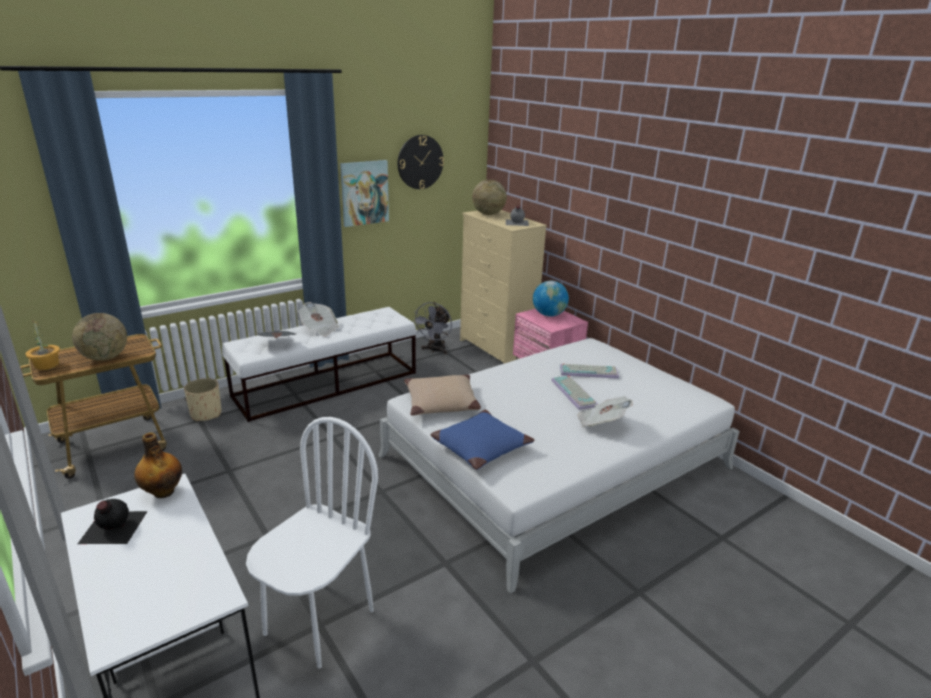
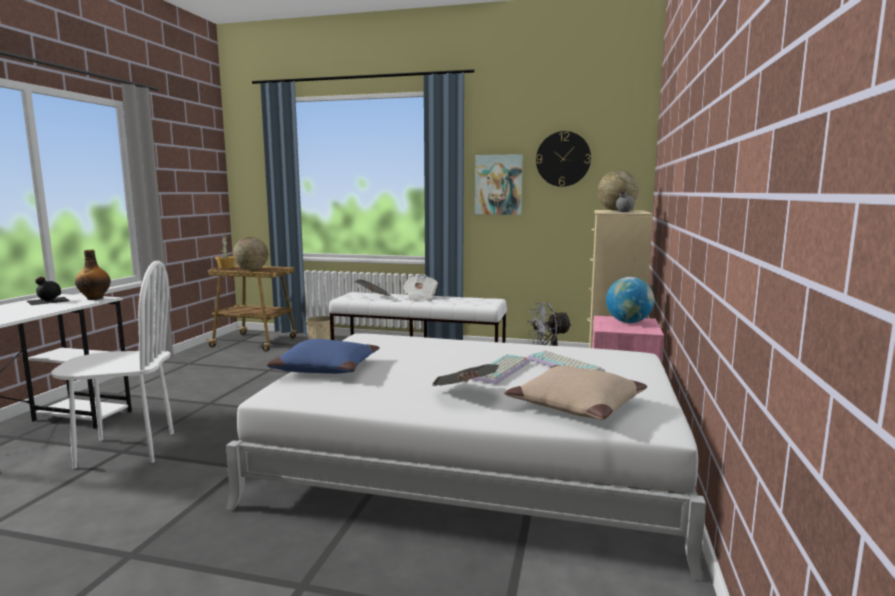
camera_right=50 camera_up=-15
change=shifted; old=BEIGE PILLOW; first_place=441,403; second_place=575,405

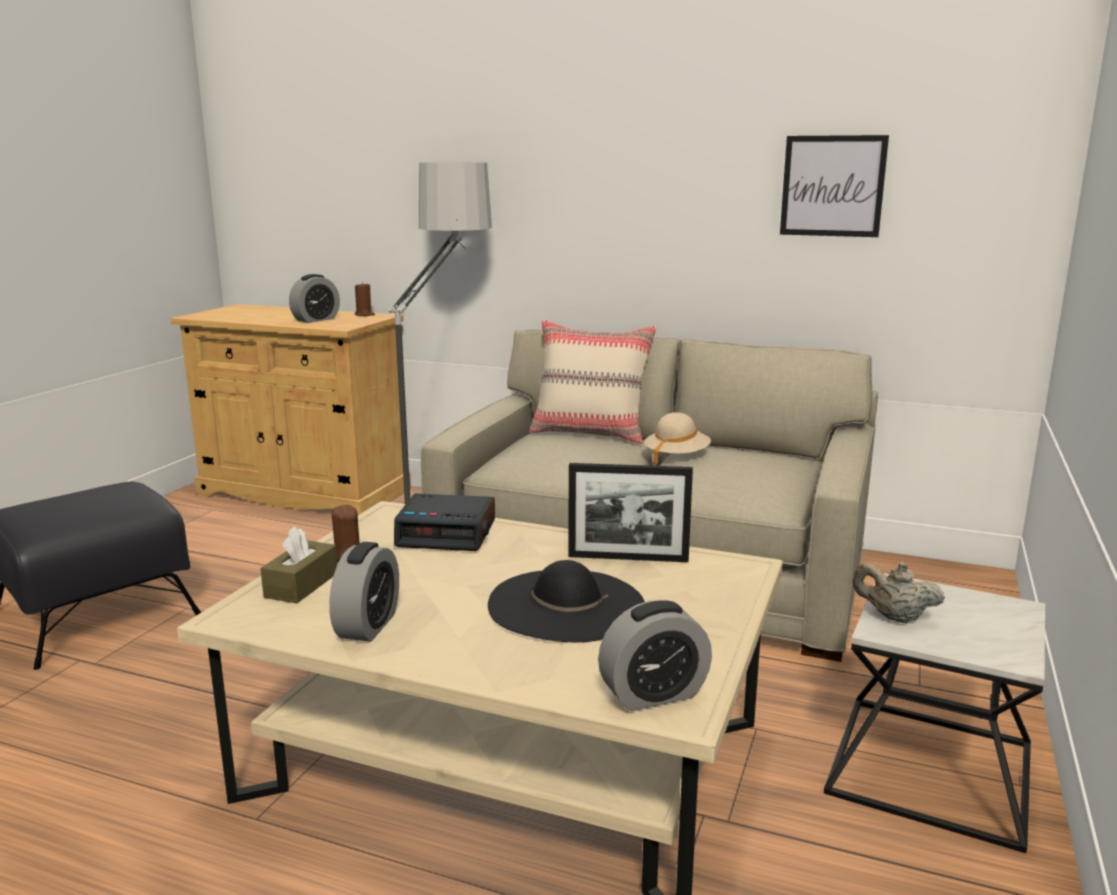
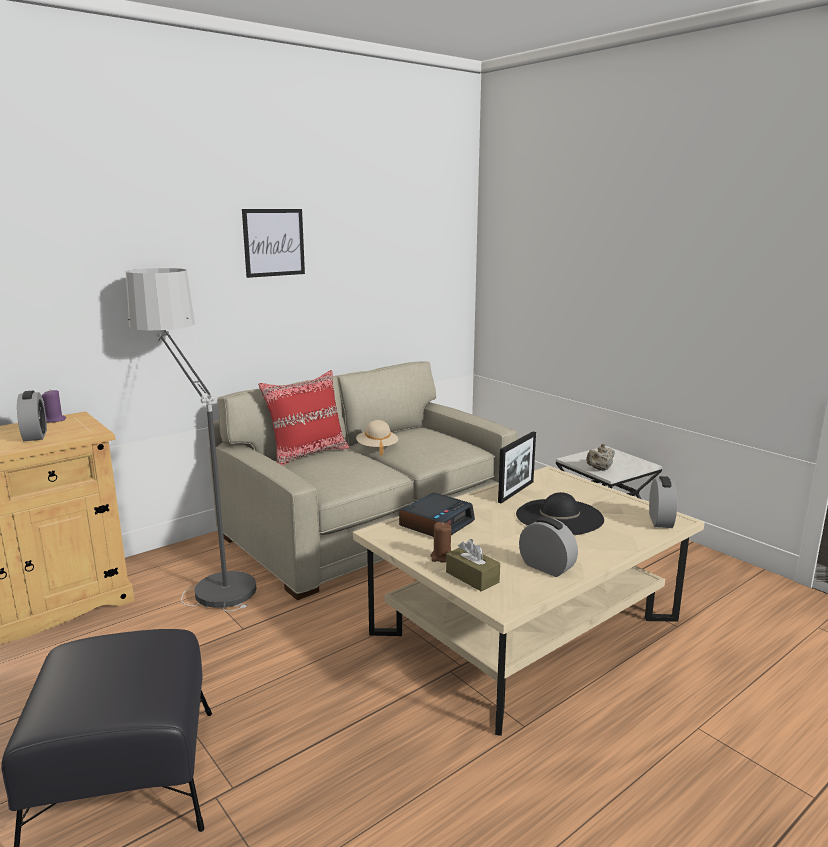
camera_right=-60 camera_up=0
change=repainted; old=BROWN WAX CANDLE; new=PURPLE WAX CANDLE; first_place=364,315; second_place=55,420
change=repainted; old=BEIGE PILLOW; new=REDDISH PILLOW; first_place=590,433; second_place=308,454
change=shifted; old=WALL ART; first_place=832,186; second_place=274,242

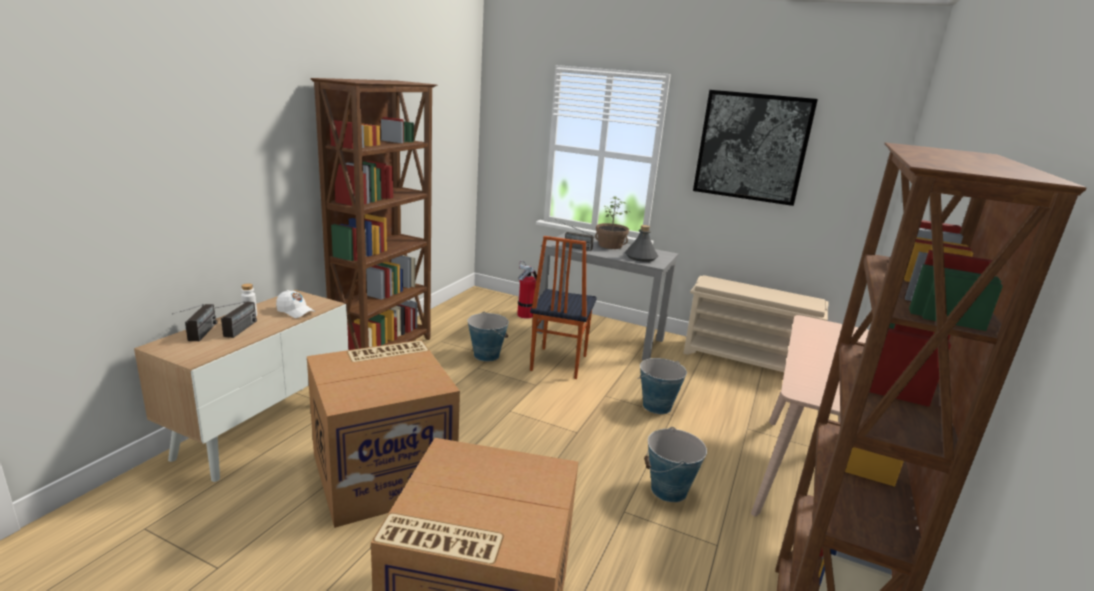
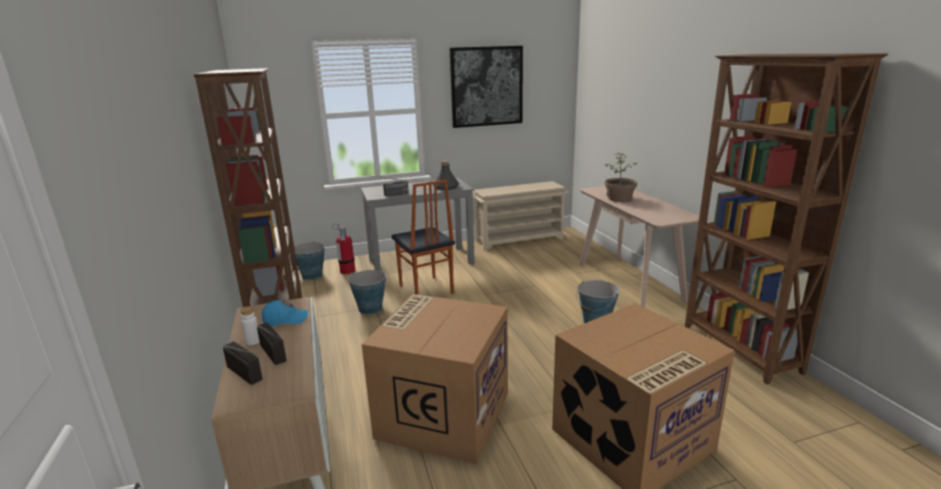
camera_right=-40 camera_up=0
change=repainted; old=WHITE PEAKED CAP; new=BLUE PEAKED CAP; first_place=295,311; second_place=286,320
change=shifted; old=HOUSEPLANT; first_place=610,245; second_place=619,199
change=shifted; old=BUCKET; first_place=656,406; second_place=312,275

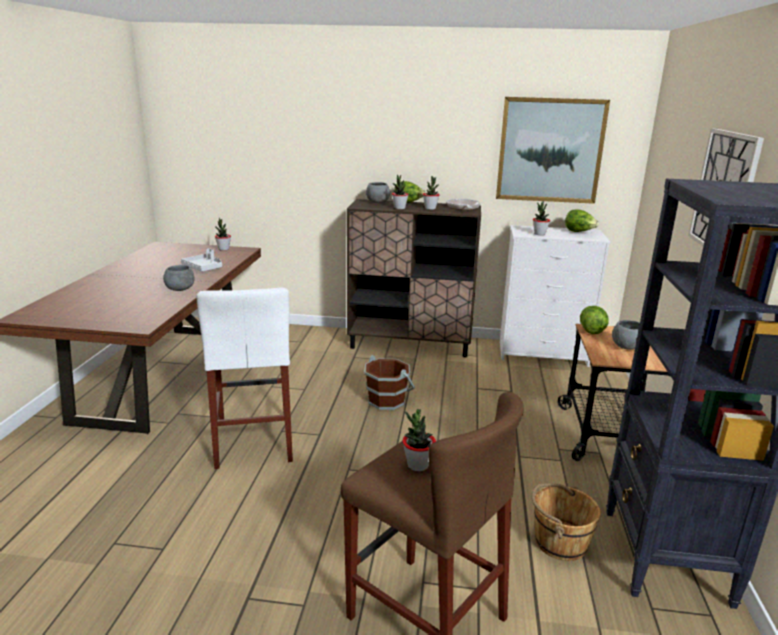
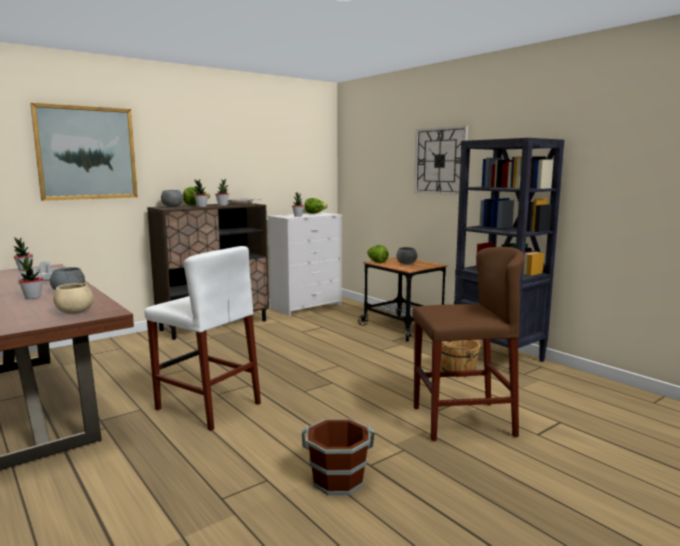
camera_right=-45 camera_up=-10
change=shifted; old=BROWN BUCKET; first_place=387,400; second_place=337,479
change=shifted; old=HOUSEPLANT; first_place=417,465; second_place=32,297
change=shifted; old=WALL ART; first_place=550,150; second_place=86,153
change=new; new=BEIGE BOWL; second_place=75,312

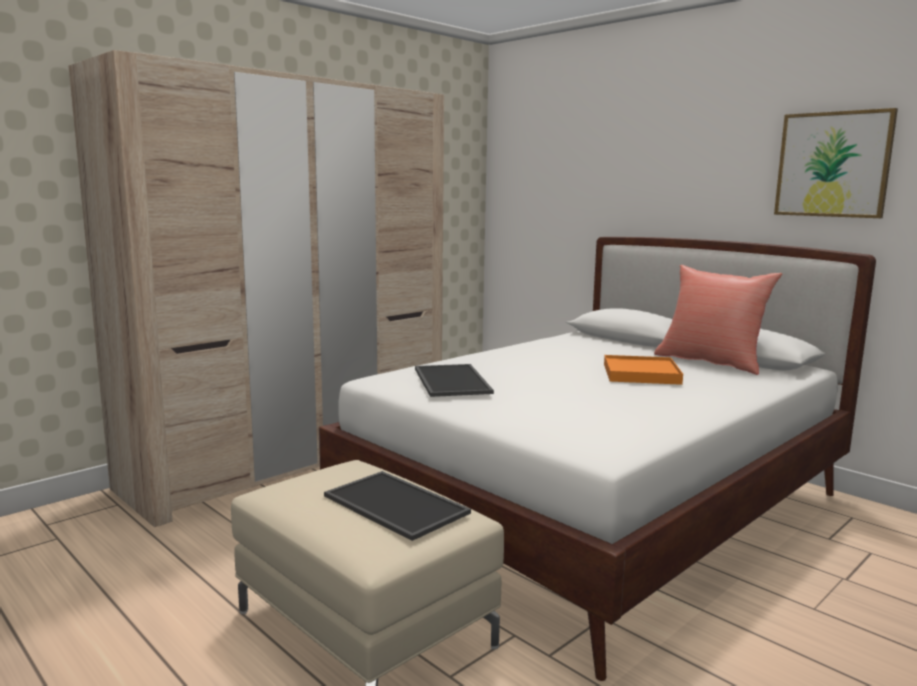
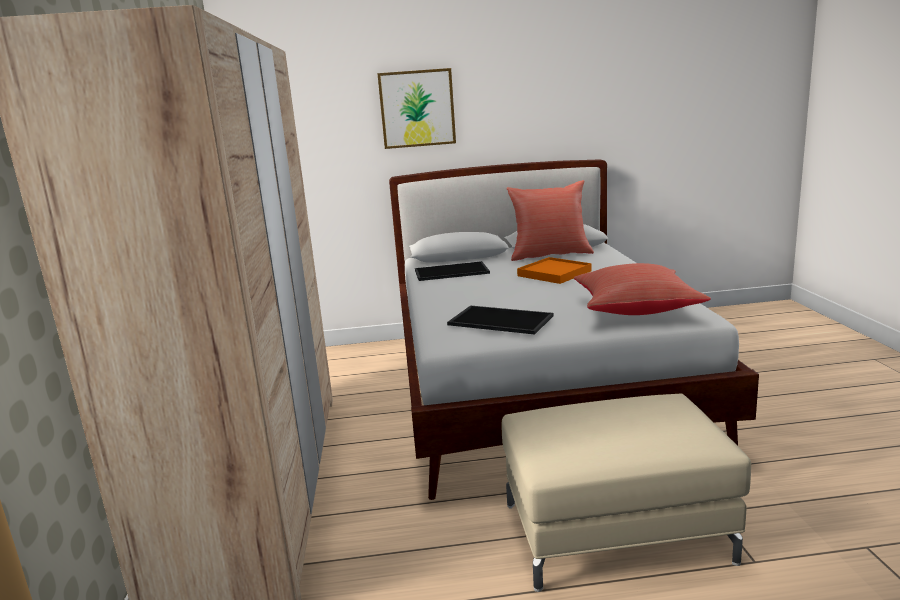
camera_right=-50 camera_up=5
change=shifted; old=TRAY; first_place=393,505; second_place=451,272
change=shifted; old=WALL ART; first_place=833,164; second_place=417,108
change=new; new=REDDISH PILLOW; second_place=635,309

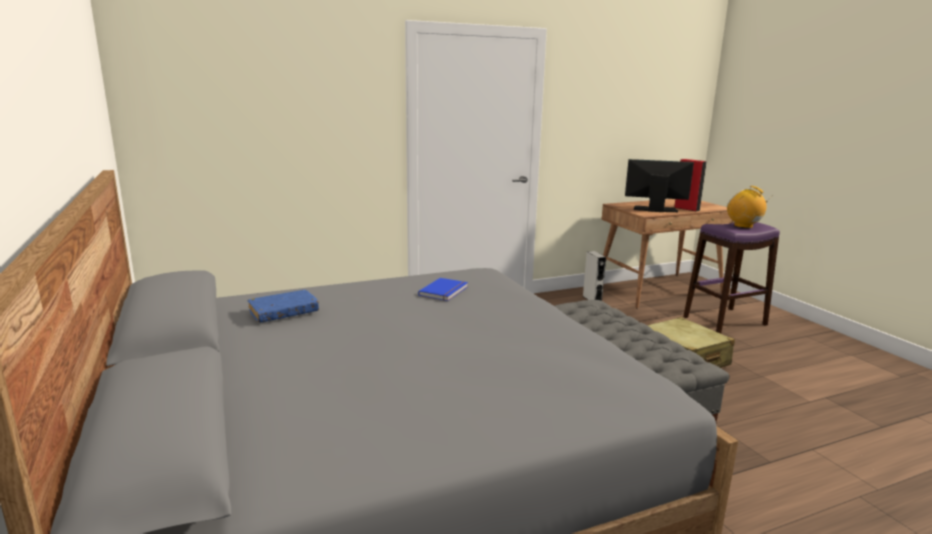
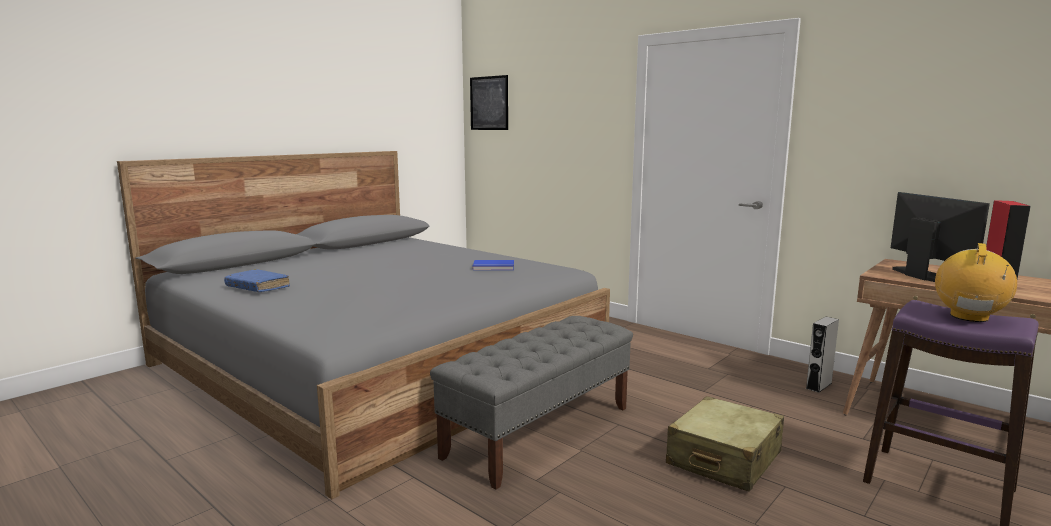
camera_right=65 camera_up=-5
change=shifted; old=BLUE VOLUME; first_place=284,313; second_place=257,287
change=new; new=WALL ART; second_place=489,103

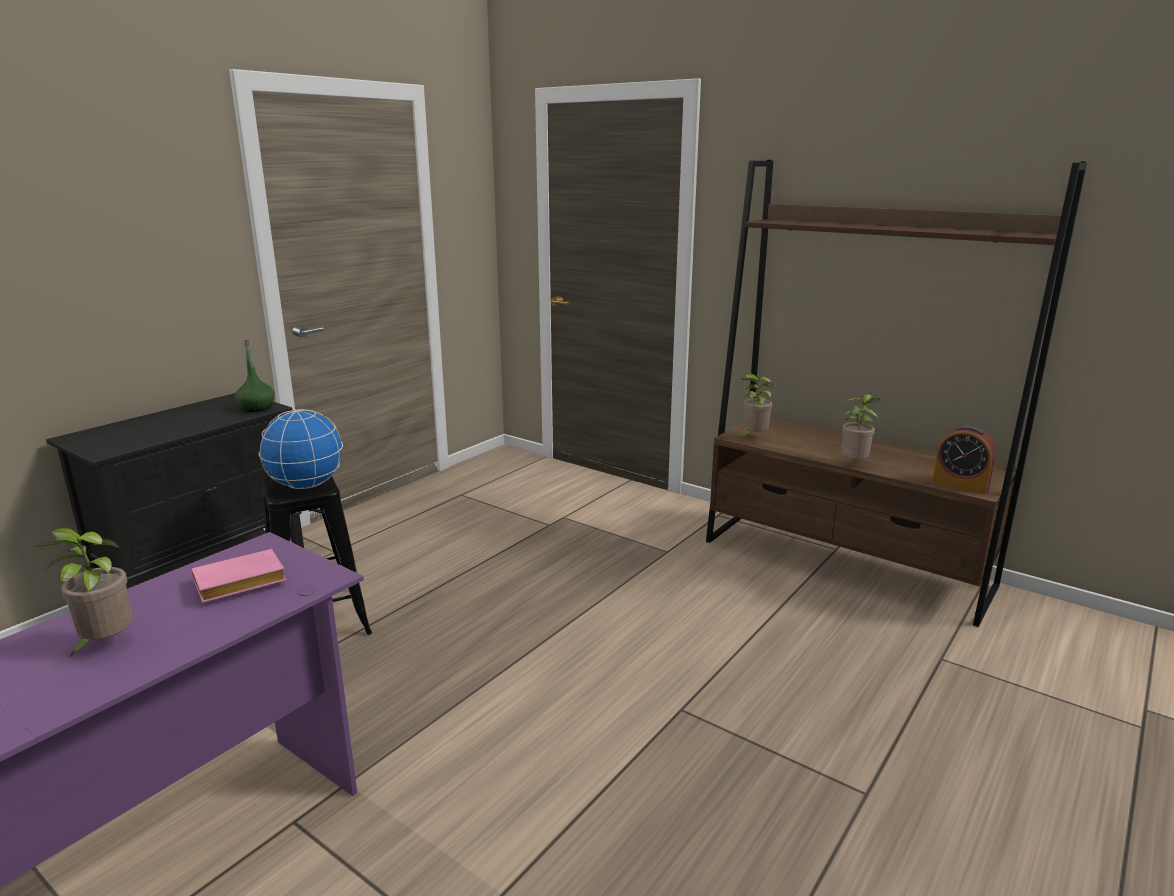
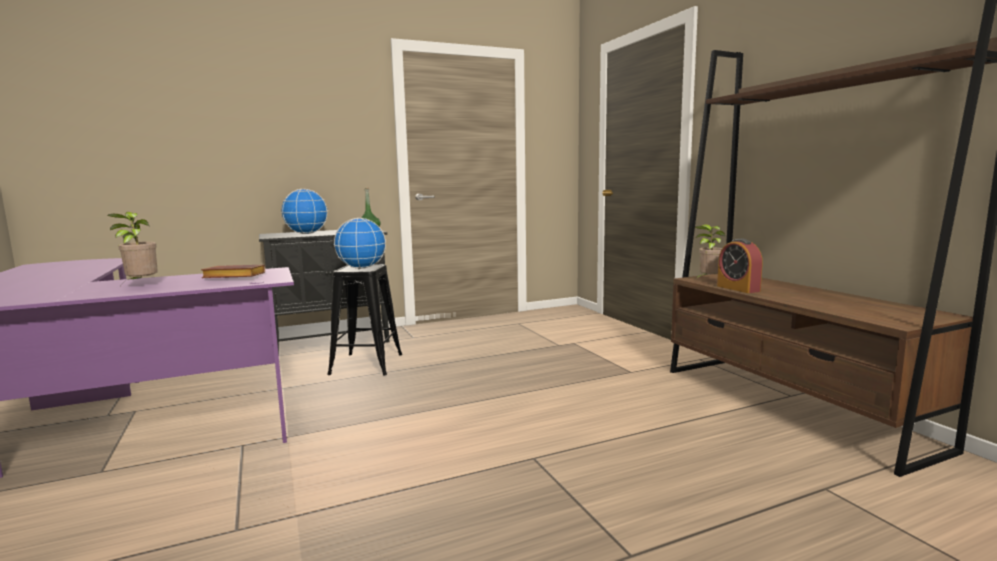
camera_right=30 camera_up=-10
change=repainted; old=PINKISH VOLUME; new=BROWN VOLUME; first_place=238,584; second_place=232,277
change=gone; old=HOUSEPLANT; first_place=855,464
change=shifted; old=BEDSIDE CLOCK; first_place=960,485; second_place=738,288
change=new; new=WORLD GLOBE; second_place=306,234

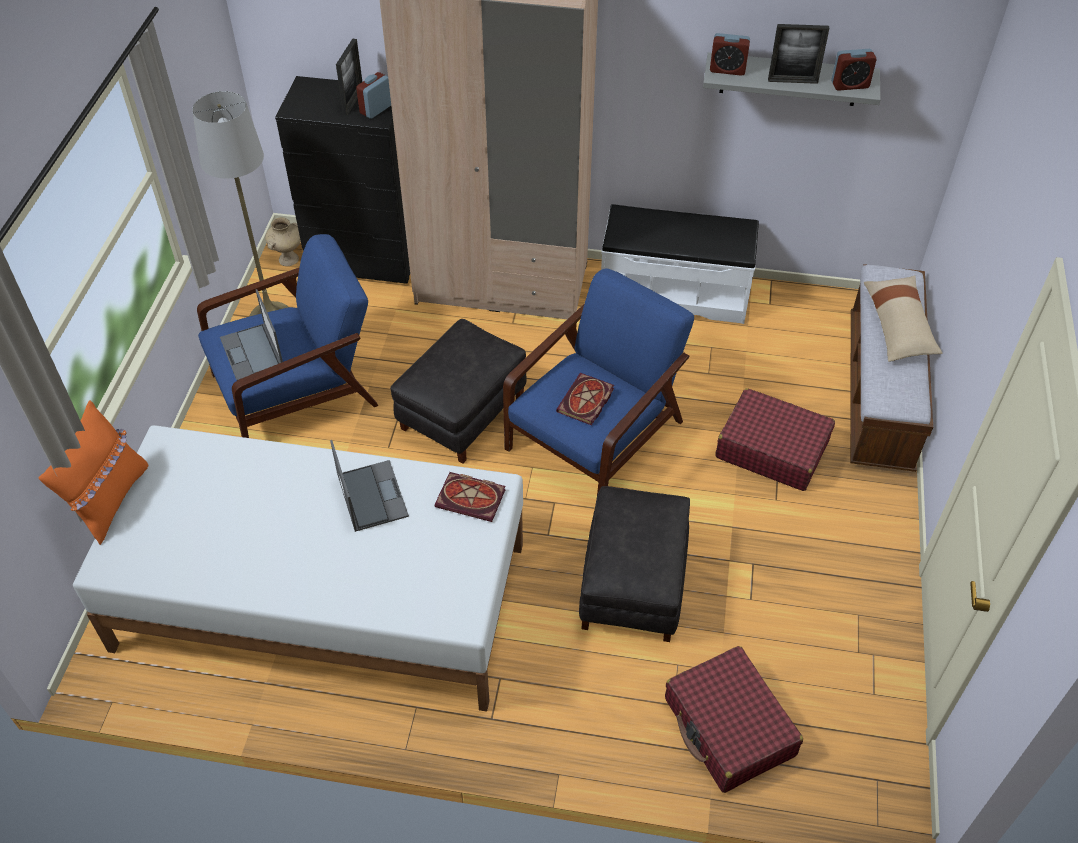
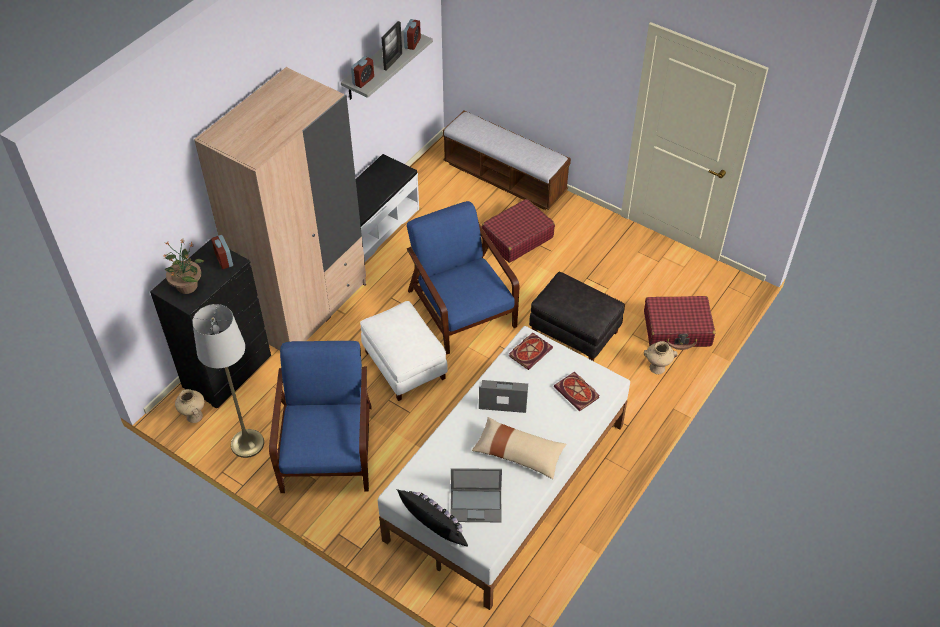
camera_right=-65 camera_up=0
change=repainted; old=ORANGE-COLOURED PILLOW; new=BLACK-COLOURED PILLOW; first_place=110,500; second_place=433,533
change=shifted; old=PORTABLE COMPUTER; first_place=252,353; second_place=476,505
change=gone; old=PHOTO FRAME; first_place=353,101
change=repainted; old=BLACK-COLOURED OTTOMAN; new=WHITE OTTOMAN; first_place=462,412; second_place=404,365
change=shifted; old=VOLUME; first_place=586,402; second_place=578,393
change=shifted; old=BEIGE PILLOW; first_place=898,326; second_place=518,453
change=new; new=HOUSEPLANT; second_place=187,285
change=new; new=BEIGE VASE; second_place=656,368

